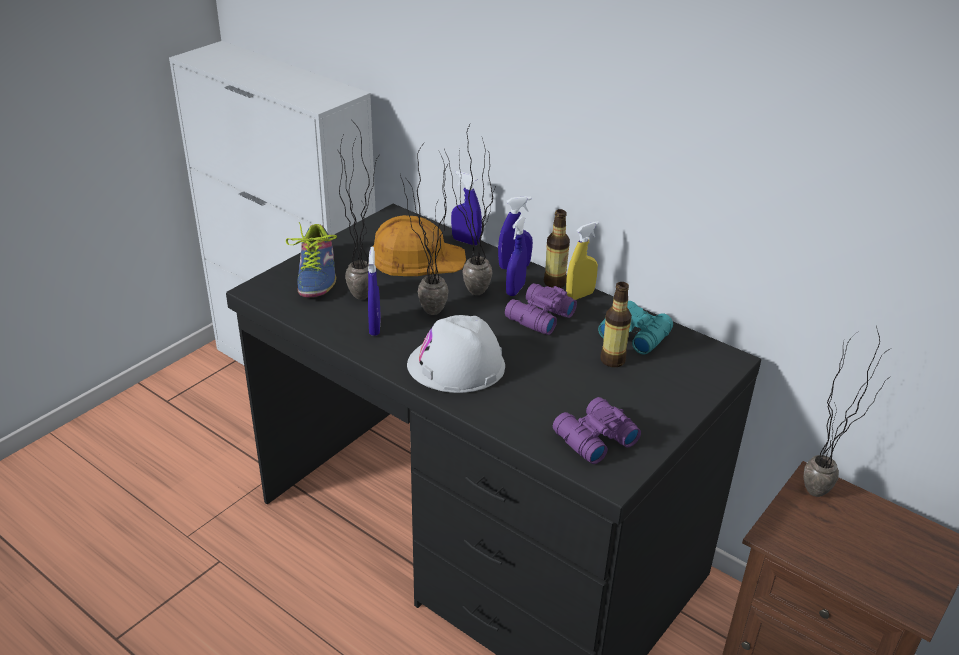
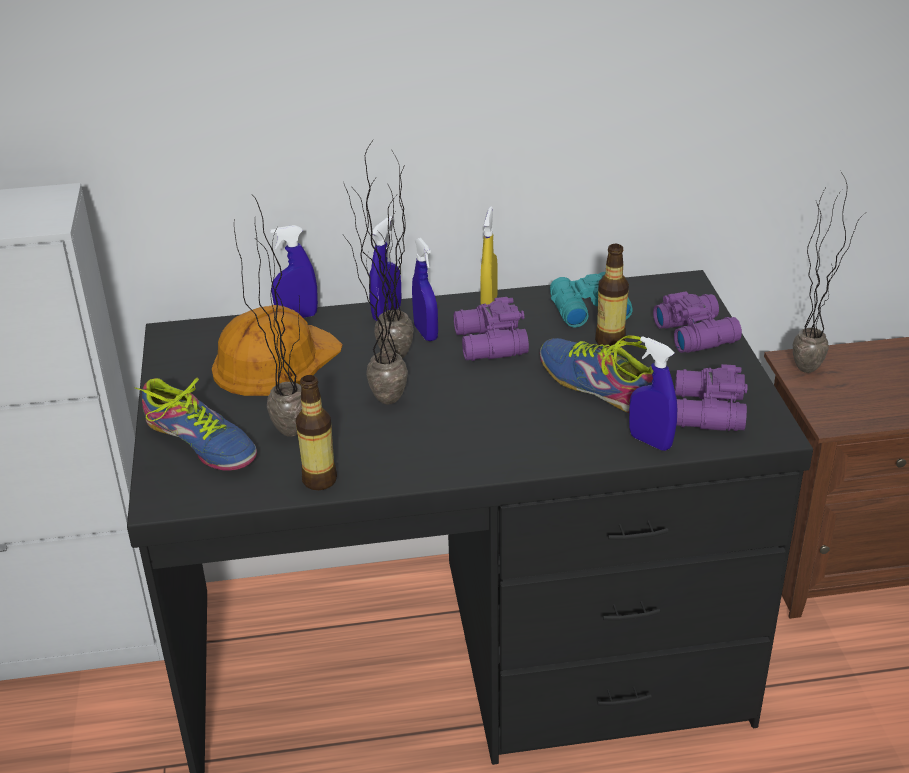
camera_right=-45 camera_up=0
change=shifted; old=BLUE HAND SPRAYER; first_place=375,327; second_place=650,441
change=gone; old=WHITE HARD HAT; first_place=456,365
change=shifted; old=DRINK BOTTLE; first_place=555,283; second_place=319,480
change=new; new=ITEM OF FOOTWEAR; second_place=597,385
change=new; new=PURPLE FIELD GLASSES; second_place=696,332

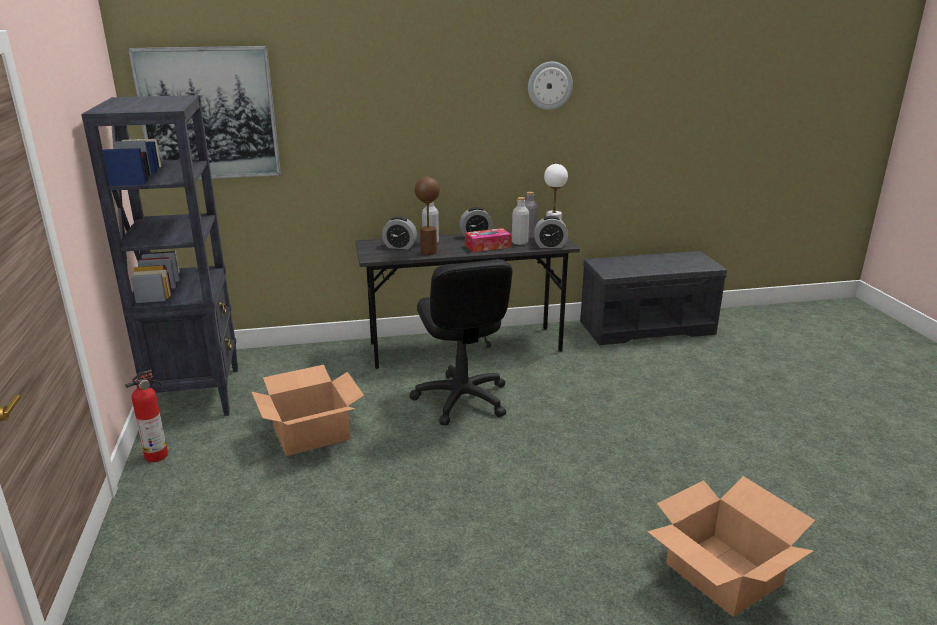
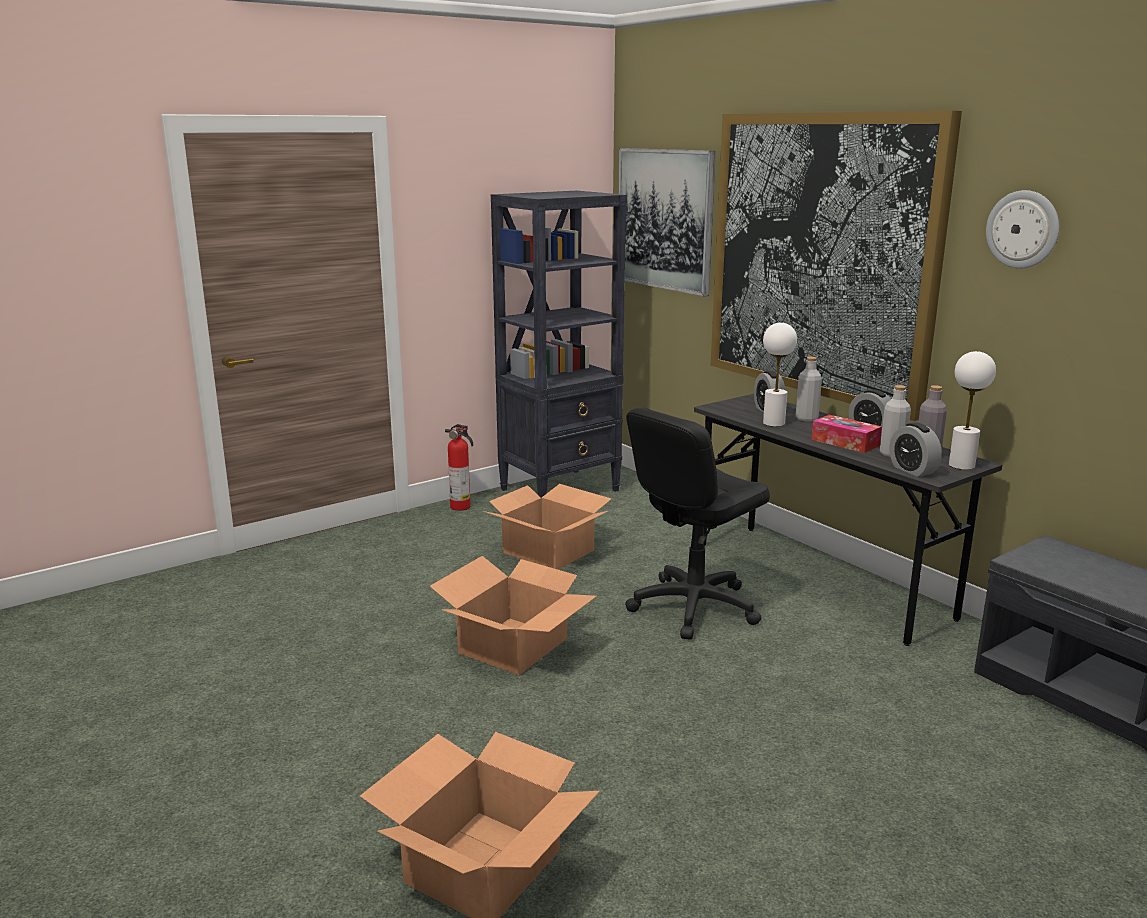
camera_right=65 camera_up=-5
change=repainted; old=BROWN TABLETOP LAMP; new=WHITE TABLETOP LAMP; first_place=429,252; second_place=774,423
change=new; new=CARTON; second_place=514,646
change=new; new=WALL ART; second_place=821,257

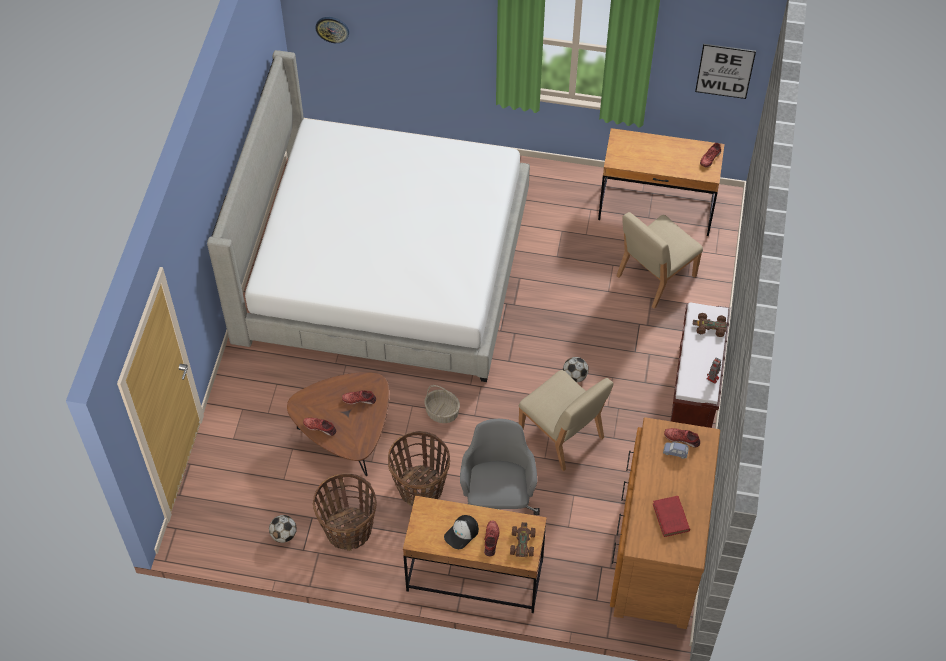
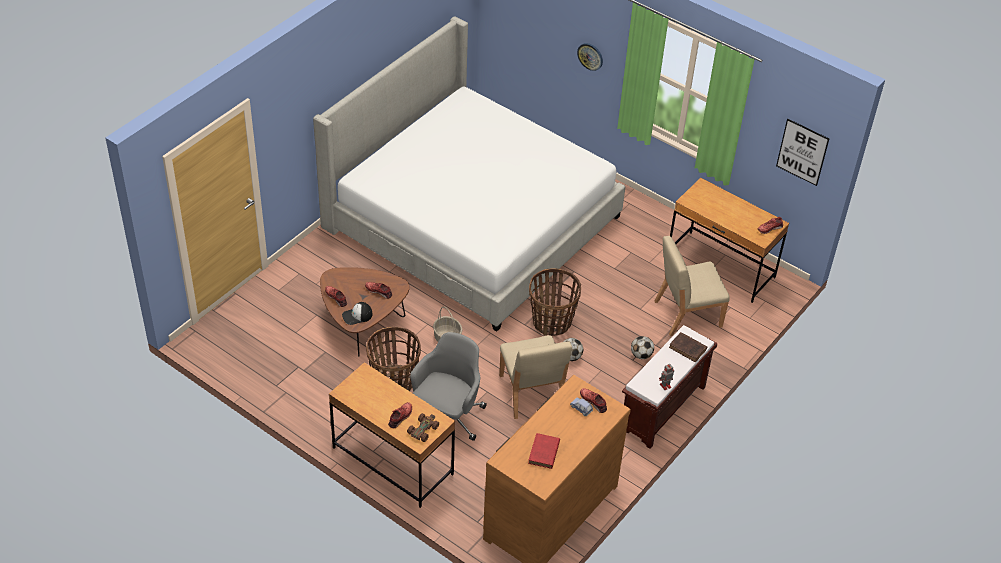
camera_right=25 camera_up=-10
change=shifted; old=BALL FOR FOOTBALL; first_place=284,535; second_place=641,355
change=shifted; old=BASKET; first_place=348,529; second_place=552,322
change=shifted; old=HANGING CLOCK; first_place=332,29; second_place=590,56
change=shifted; old=PEAKED CAP; first_place=462,533; second_place=357,316
change=swapped; old=BROWN MODEL CAR; new=BROWN VOLUME; first_place=710,327; second_place=688,349

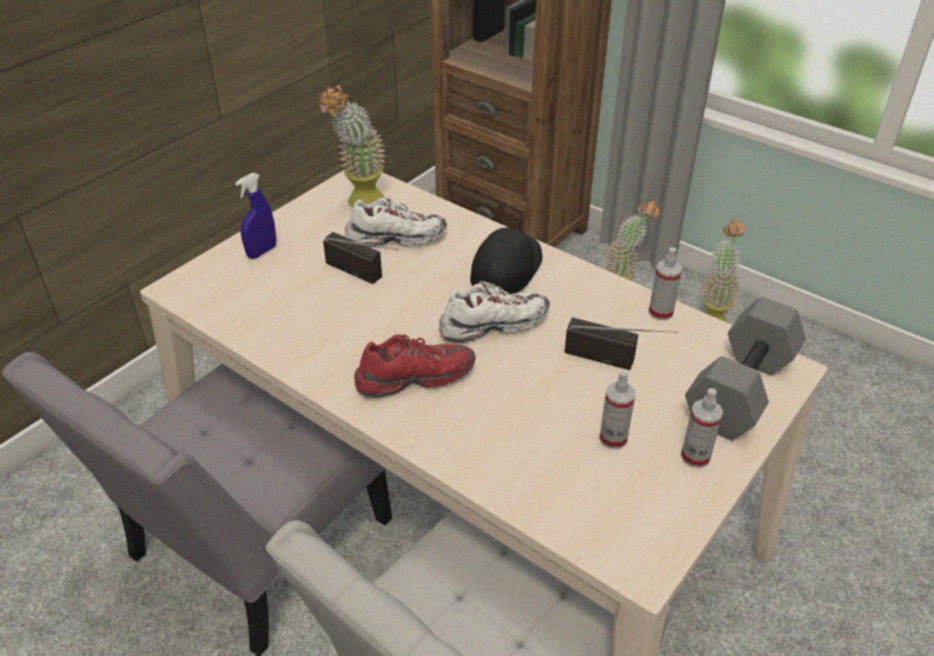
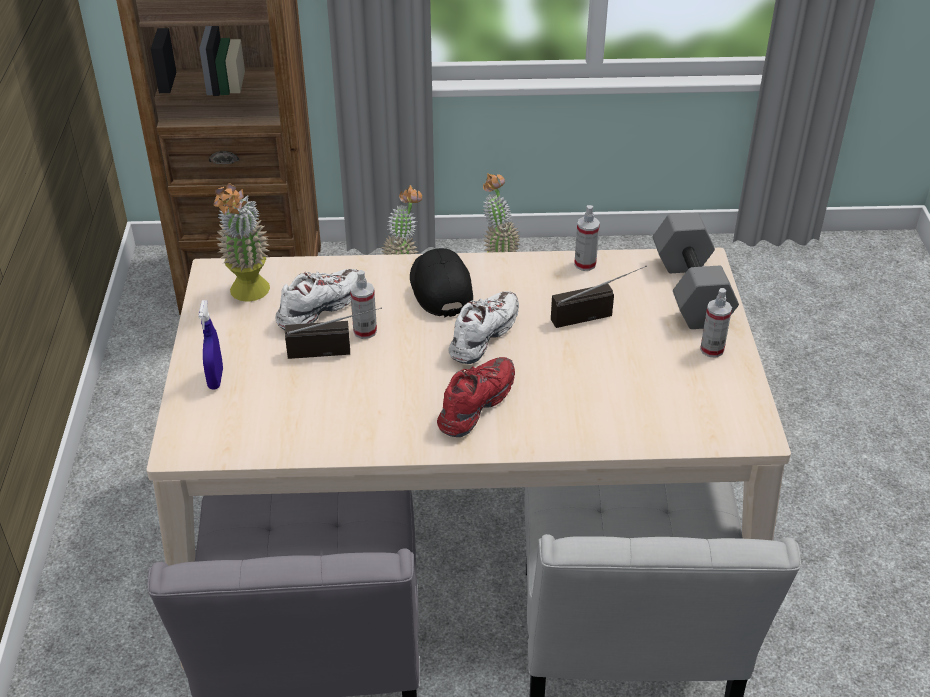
camera_right=-40 camera_up=0
change=shifted; old=HAND SPRAYER; first_place=613,438; second_place=365,331

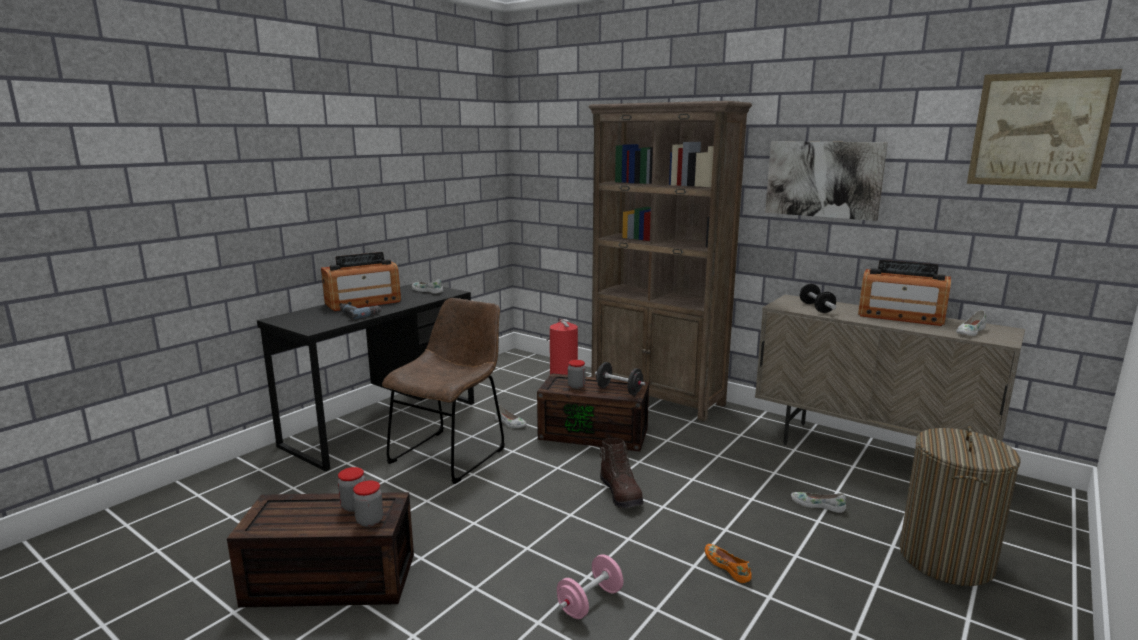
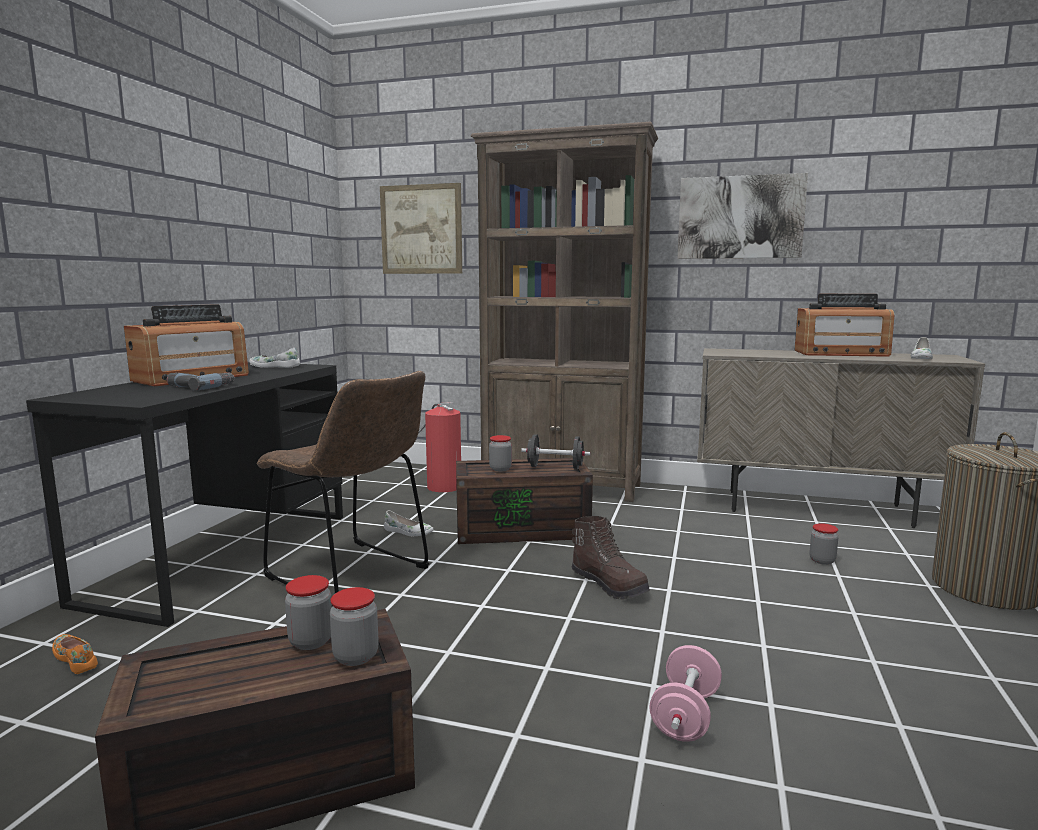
camera_right=-20 camera_up=-5
change=rotated; old=BROWN CHAIR; first_place=451,453; second_place=353,575; degrees=120
change=shifted; old=ORANGE-COLOURED ITEM OF FOOTWEAR; first_place=727,566; second_place=76,658
change=swapped; old=WHITE ITEM OF FOOTWEAR; new=JAR; first_place=817,505; second_place=822,560
change=gone; old=DUMBBELL; first_place=816,308
change=shifted; old=WALL ART; first_place=1039,130; second_place=421,229

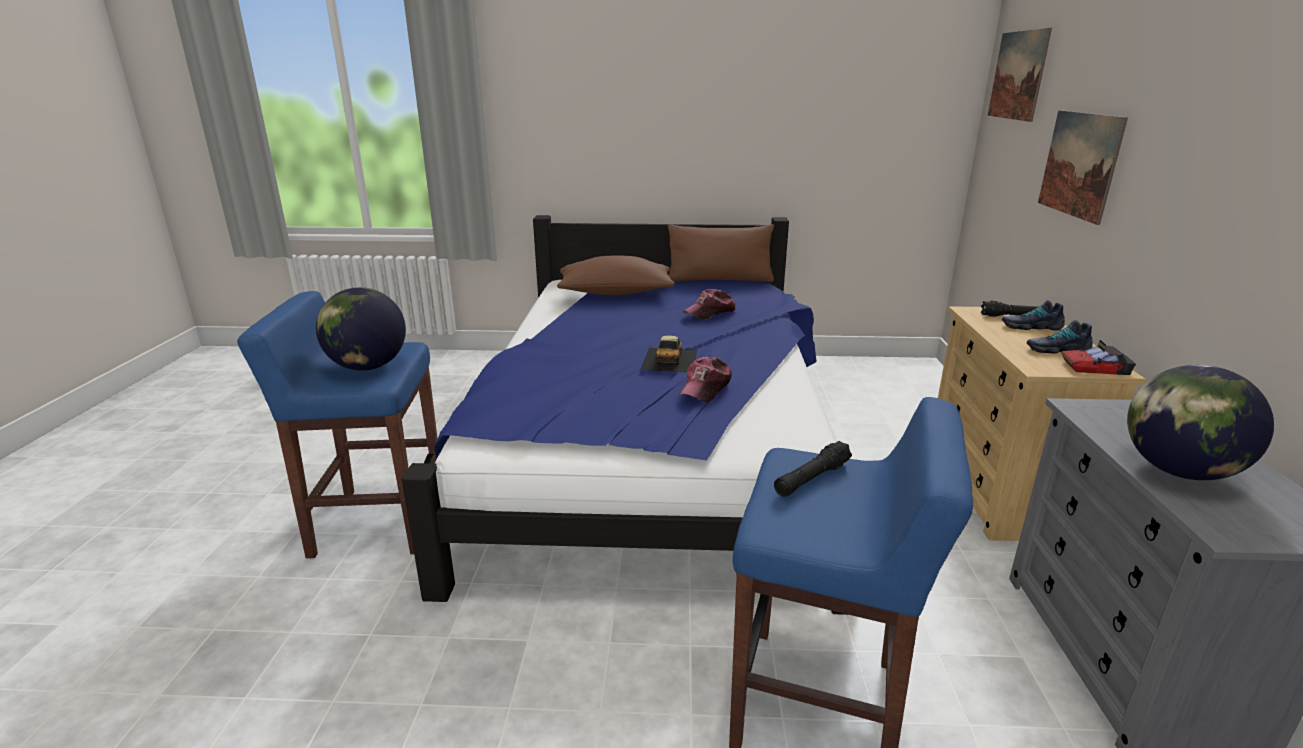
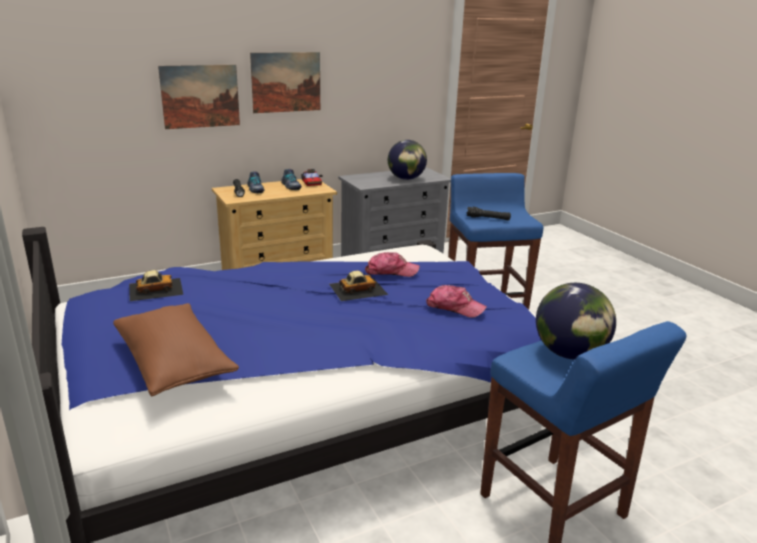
camera_right=-120 camera_up=0
change=gone; old=BROWN PILLOW; first_place=719,280
change=shifted; old=PEAKED CAP; first_place=710,312; second_place=455,307
change=shifted; old=WALL ART; first_place=1018,75; second_place=286,82
change=new; new=MODEL CAR; second_place=155,289

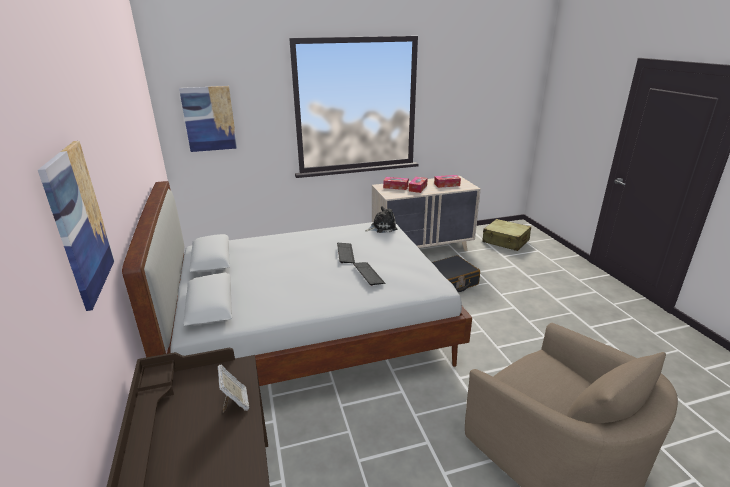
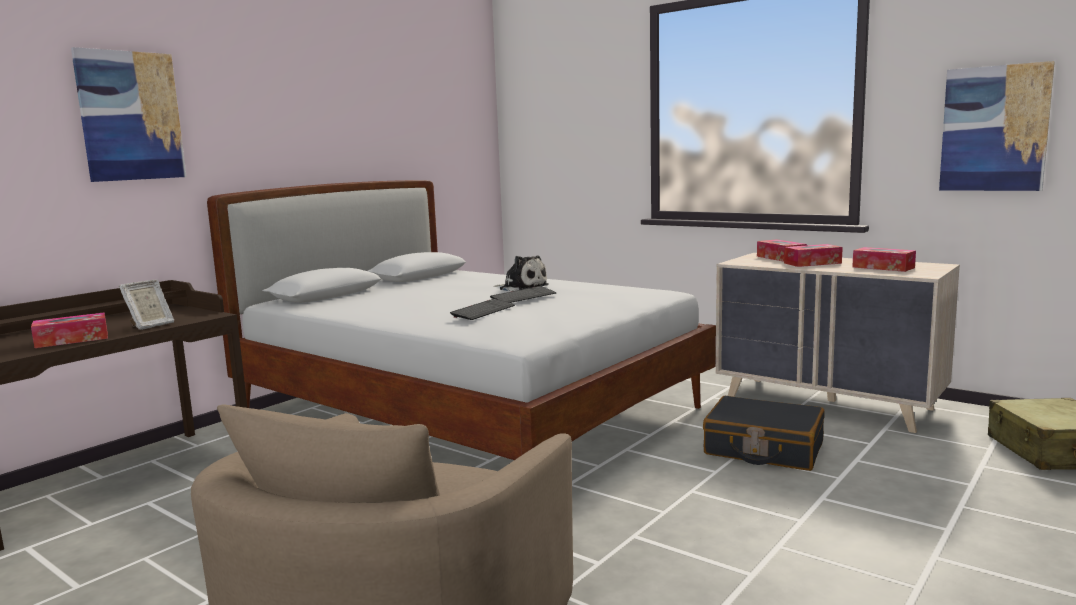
camera_right=55 camera_up=-15
change=shifted; old=WALL ART; first_place=209,119; second_place=994,129
change=shifted; old=SOFT TOY; first_place=382,227; second_place=522,288
change=new; new=BOX OF TISSUES; second_place=72,340

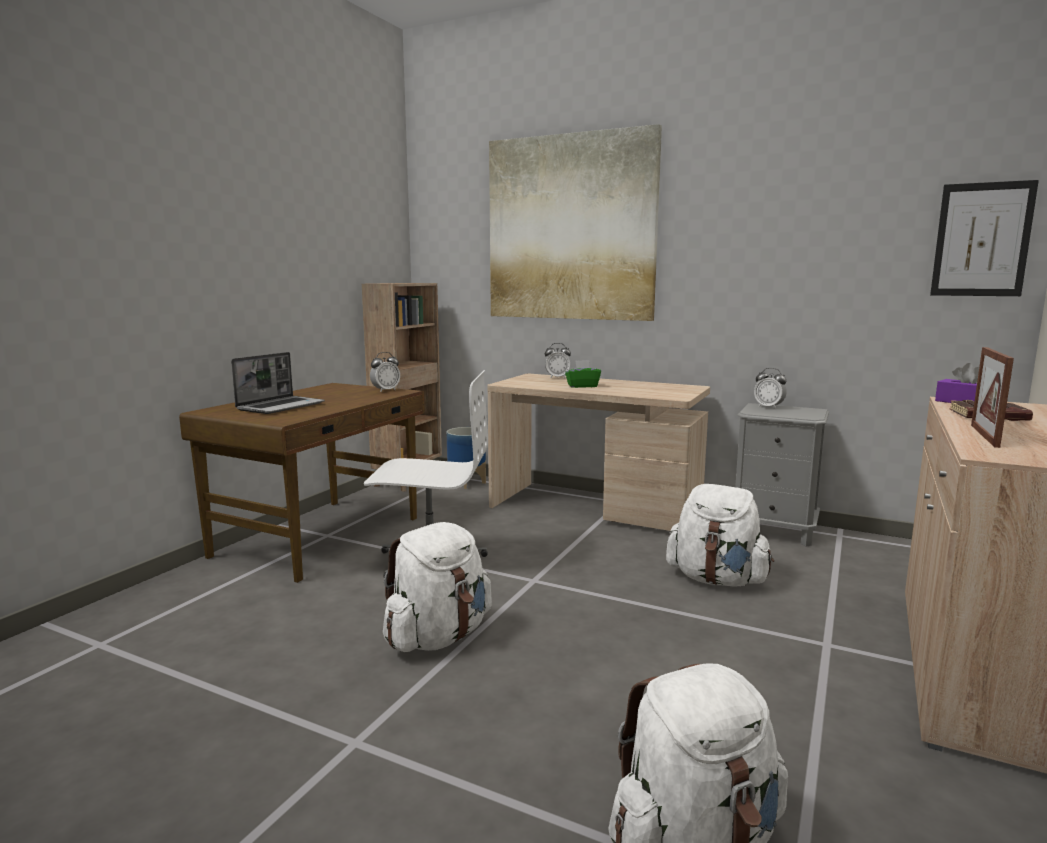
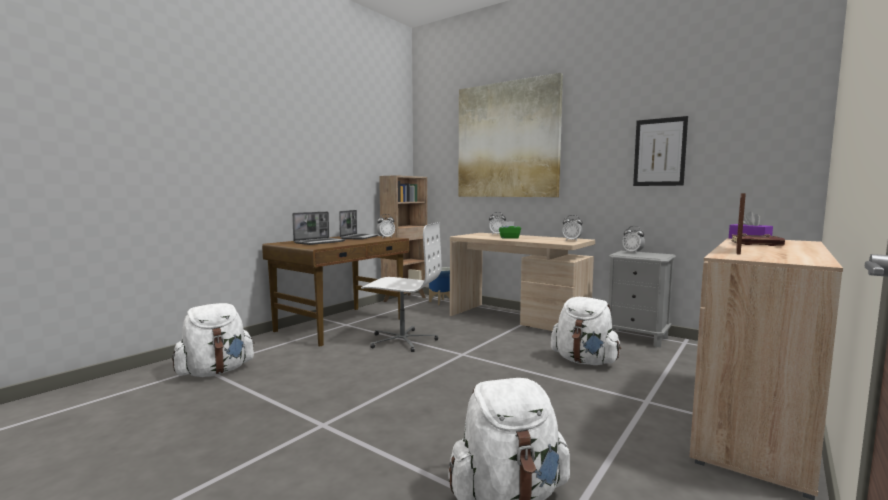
camera_right=10 camera_up=-5
change=shifted; old=WHITE RUCKSACK; first_place=438,637; second_place=216,372
change=shifted; old=WALL ART; first_place=981,240; second_place=659,152
change=new; new=PORTABLE COMPUTER; second_place=360,237
change=new; new=BEDSIDE CLOCK; second_place=572,240

